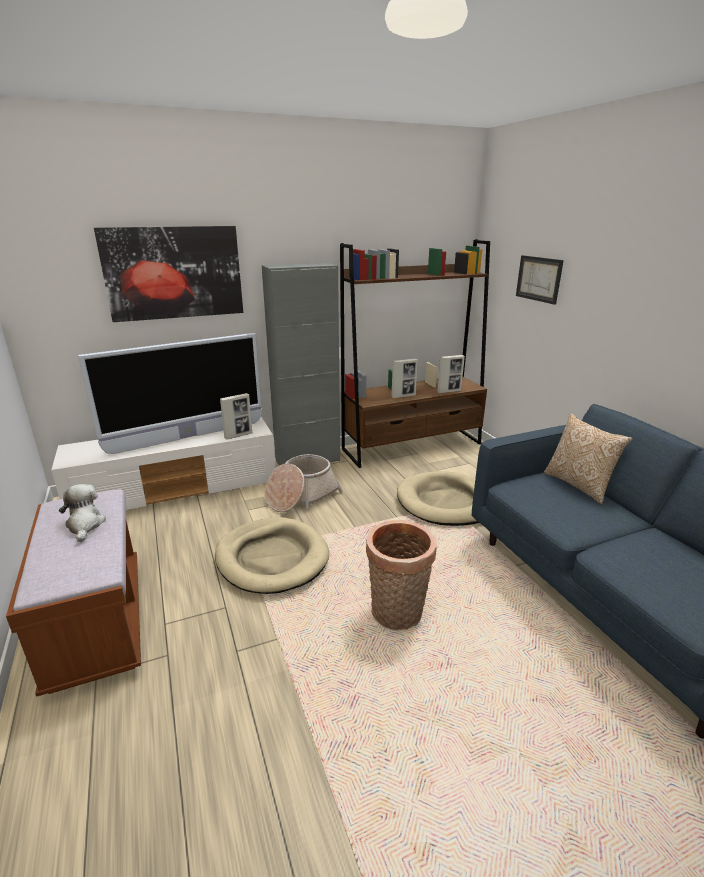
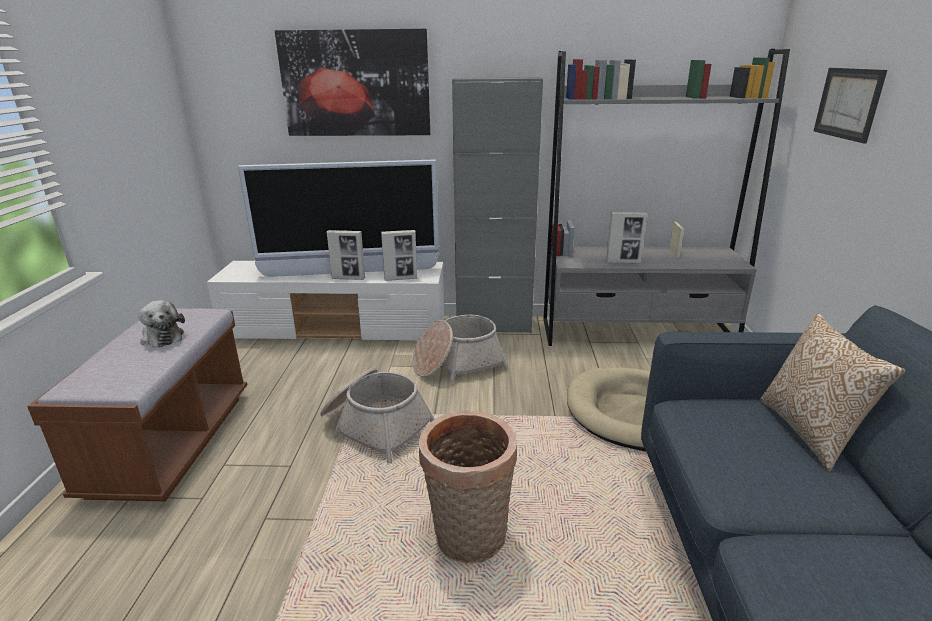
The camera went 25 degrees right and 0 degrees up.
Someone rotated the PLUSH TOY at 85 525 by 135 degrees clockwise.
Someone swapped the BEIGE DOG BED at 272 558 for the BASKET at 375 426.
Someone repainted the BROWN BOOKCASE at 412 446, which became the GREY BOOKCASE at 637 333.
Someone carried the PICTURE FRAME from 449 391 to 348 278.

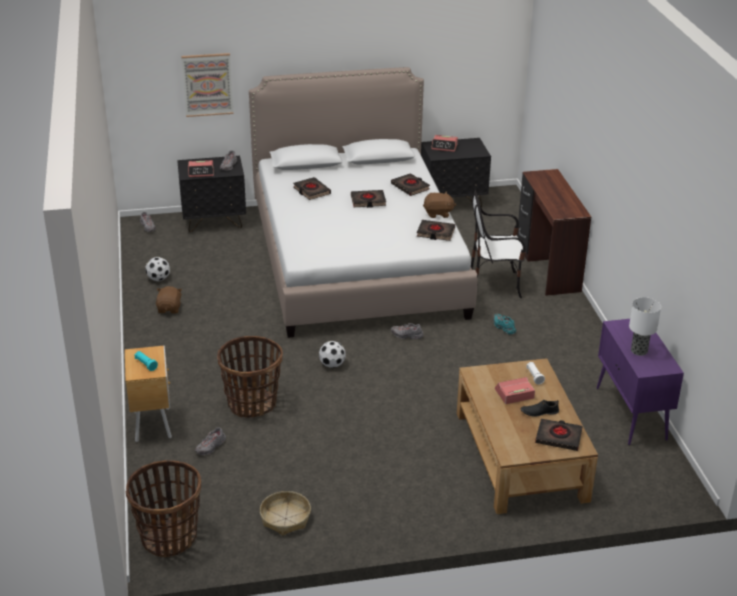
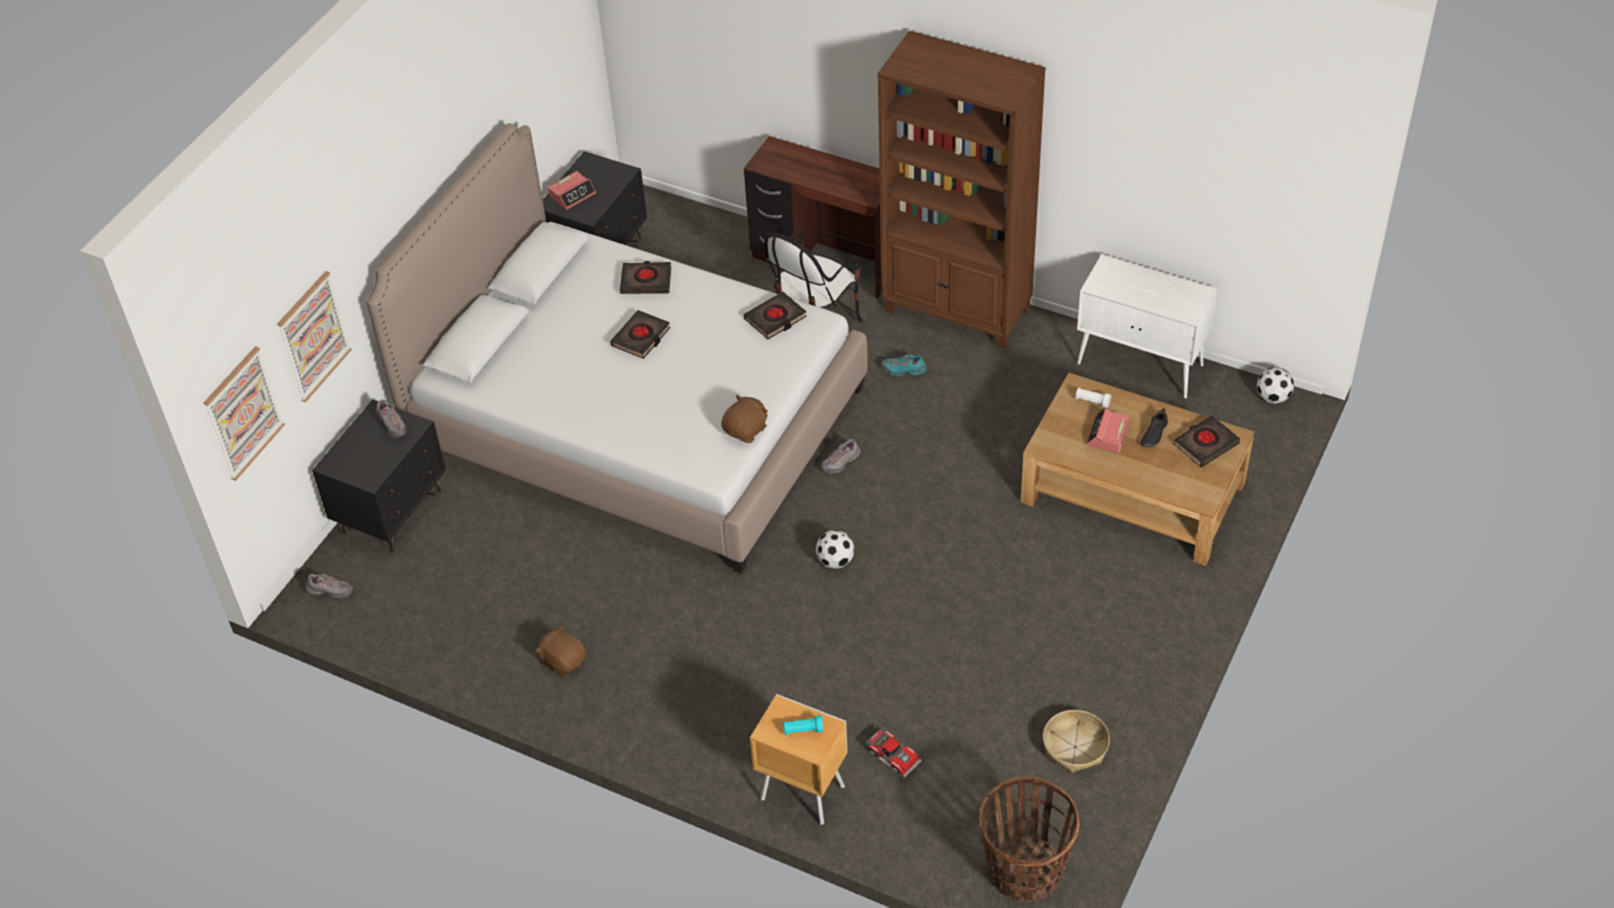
The camera went 50 degrees left and 15 degrees up.
Someone carried the FOOTBALL from 158 279 to 1272 397.
Someone took away the ALARM CLOCK at 201 172.
Someone swapped the GREY SHOE at 211 447 for the TOY CAR at 894 755.
Someone took away the BASKET at 252 404.
Someone took away the BLACK BOOK at 311 191.
Someone carried the BROWN PLUSH TOY from 438 213 to 746 430.
Someone repainted the PURPLE CABINET at 631 414, which became the WHITE CABINET at 1141 365.
Someone took away the TABLE LAMP at 638 351.
Someone put up the PICTURE at 243 413.
Someone put down the BROWN BOOKCASE at 957 310.

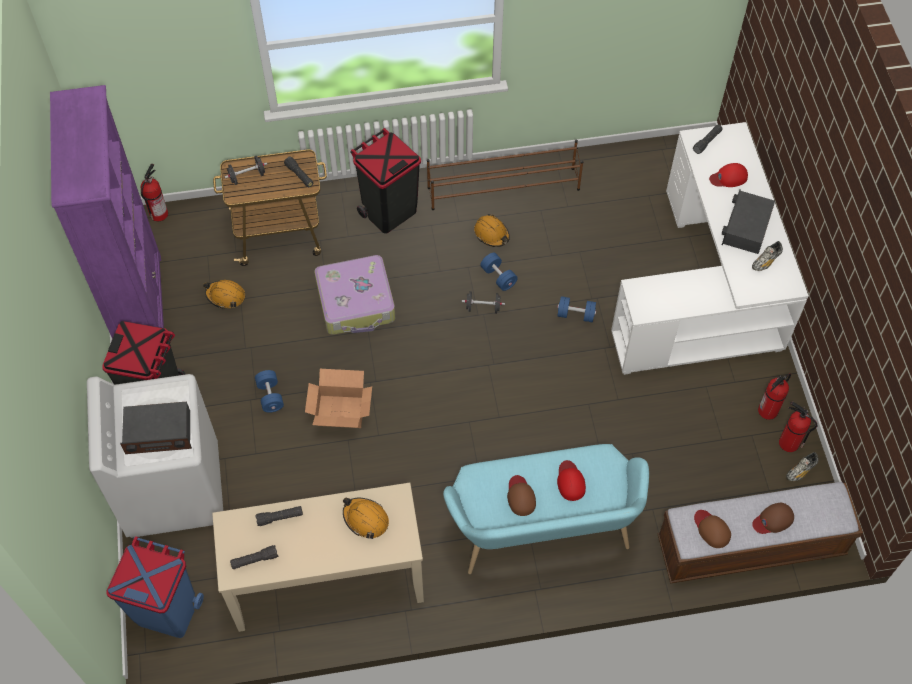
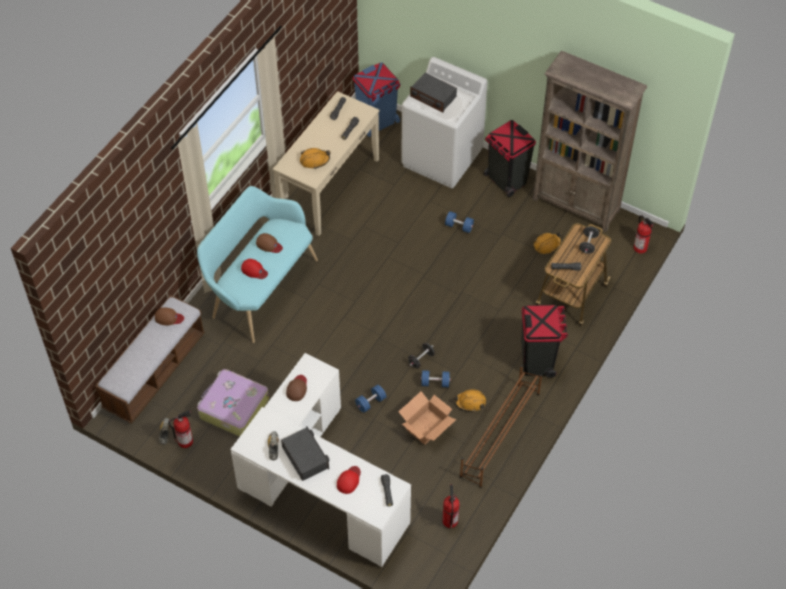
The camera went 130 degrees right and 5 degrees down.
Someone repainted the PURPLE BOOKCASE at 141 305, which became the BROWN BOOKCASE at 576 205.
Someone rotated the RADIO at 159 433 by 90 degrees counterclockwise.
Someone carried the CARDBOARD BOX from 341 412 to 426 426.
Someone carried the SUITCASE from 356 302 to 233 408.
Someone carried the BROWN CAP from 773 520 to 297 388.
Someone carried the FIRE EXTINGUISHER from 767 411 to 449 520.

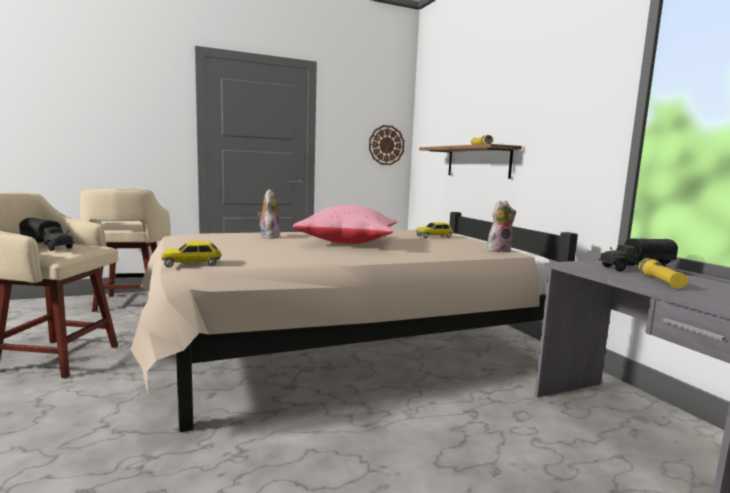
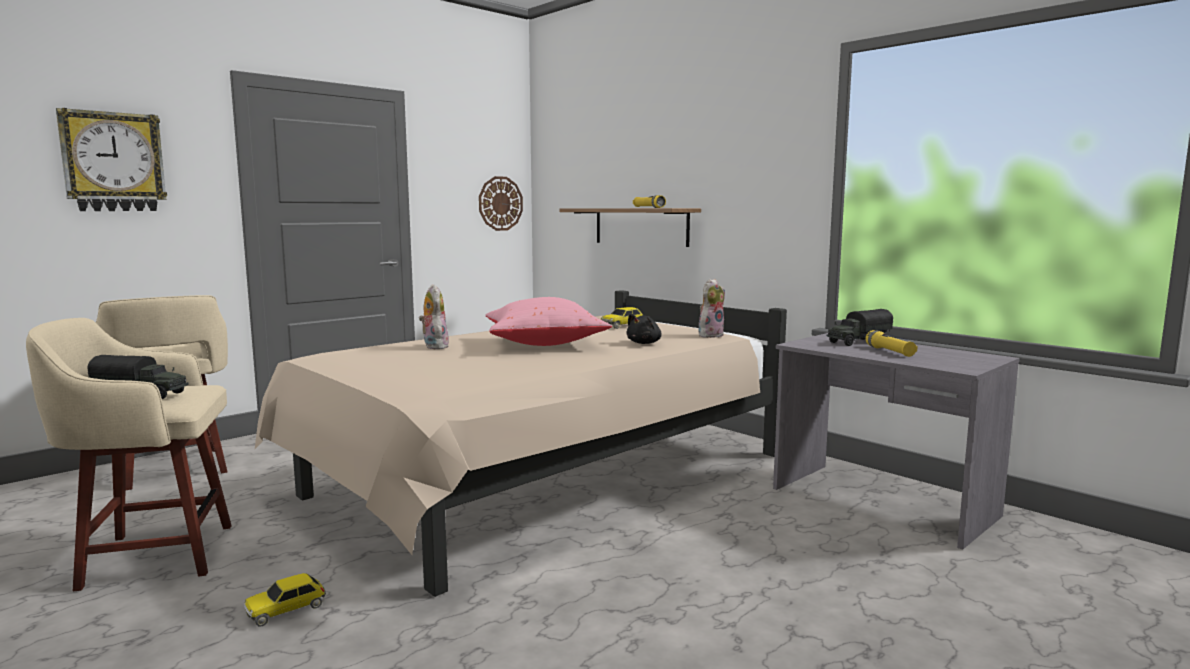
The camera went 20 degrees left and 0 degrees up.
Someone carried the TOY CAR from 192 264 to 286 609.
Someone put up the WALL CLOCK at 113 162.
Someone put down the BLACK PLUSH TOY at 645 343.

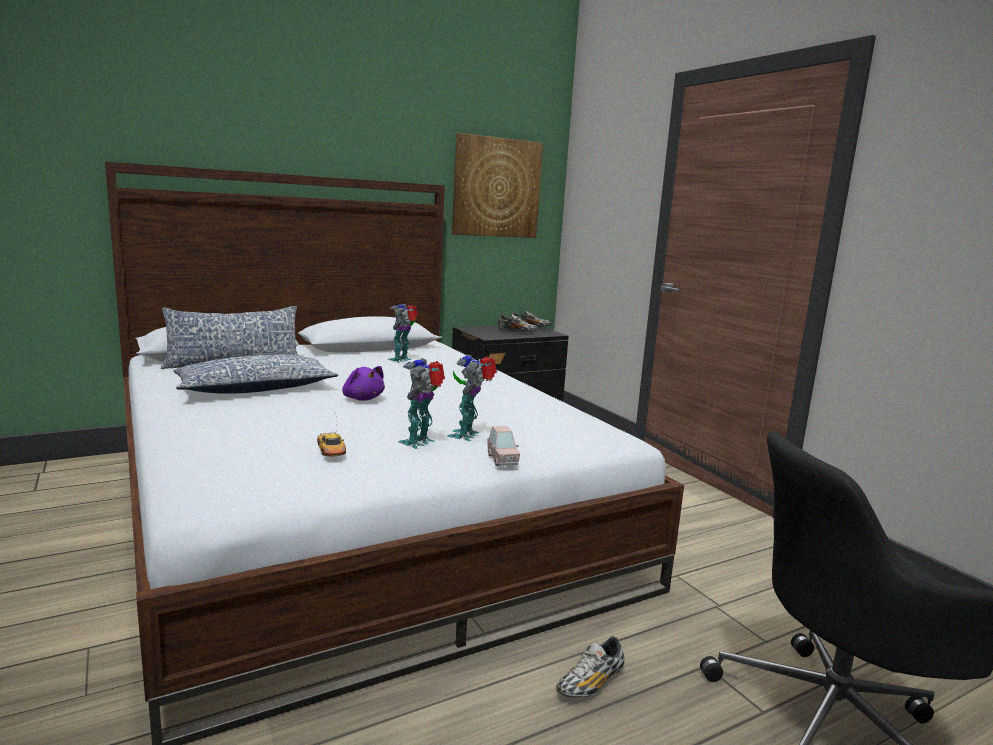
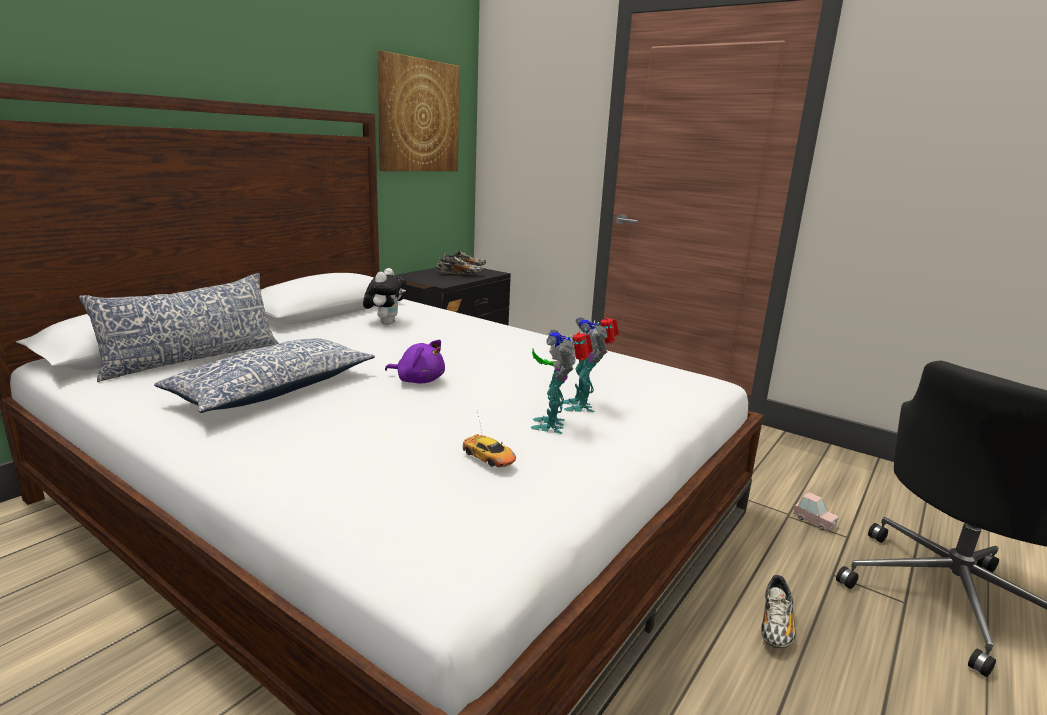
The camera went 25 degrees left and 5 degrees up.
Someone swapped the TOY ROBOT at 402 360 for the PLUSH TOY at 385 323.
Someone carried the PINK TOY CAR from 502 460 to 814 521.

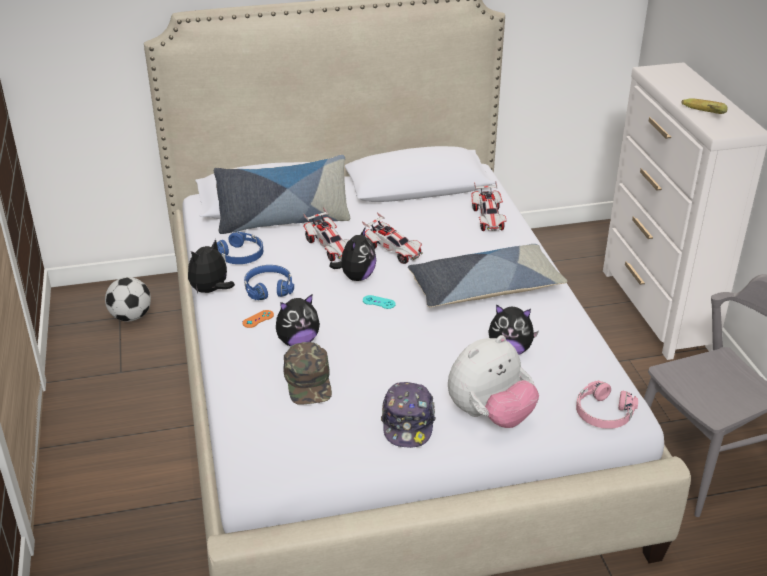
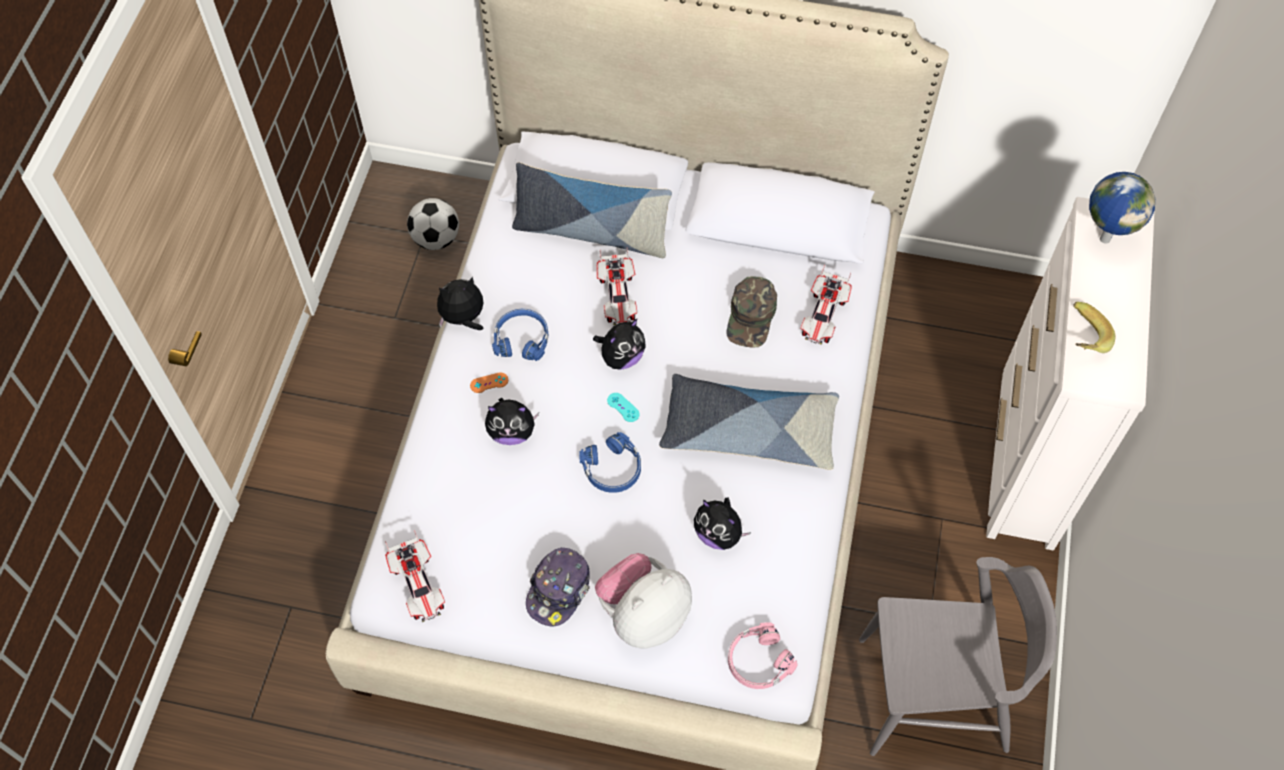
The camera went 25 degrees right and 25 degrees up.
Someone carried the BLUE HEADPHONES from 241 255 to 613 469.
Someone carried the GREEN CAP from 309 381 to 751 317.
Someone carried the TOY CAR from 393 251 to 419 585.
Someone rotated the PLUSH TOY at 490 415 by 150 degrees clockwise.
Someone put down the GLOBE at 1104 238.

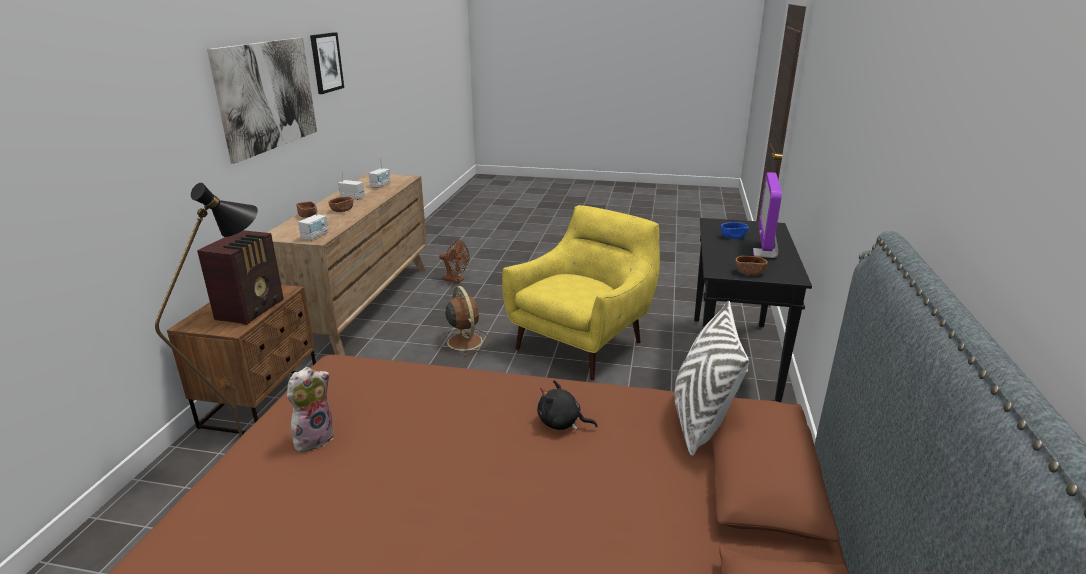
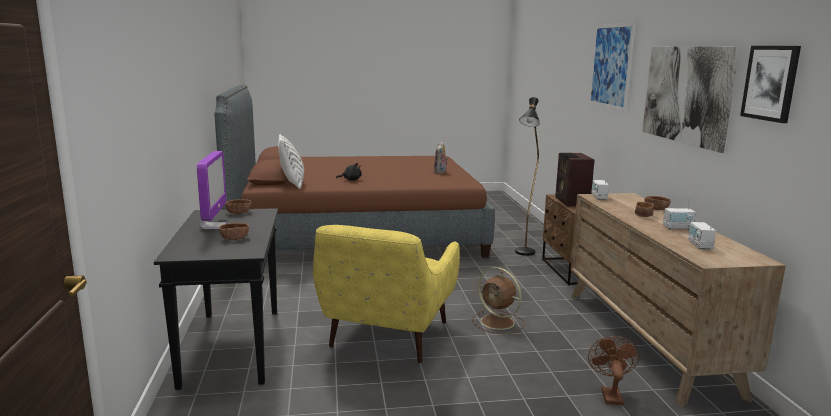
The camera went 160 degrees right and 10 degrees down.
Someone rotated the BROWN FAN at 456 280 by 90 degrees clockwise.
Someone repainted the BLUE BOWL at 733 237, which became the BROWN BOWL at 234 238.
Someone put up the PICTURE at 611 66.

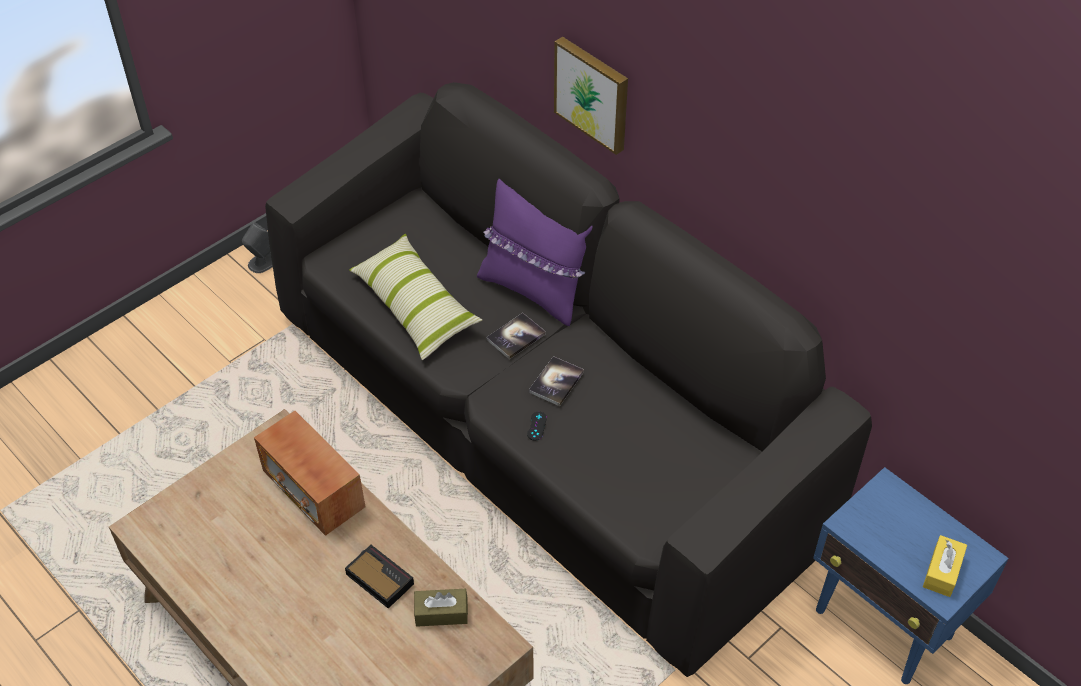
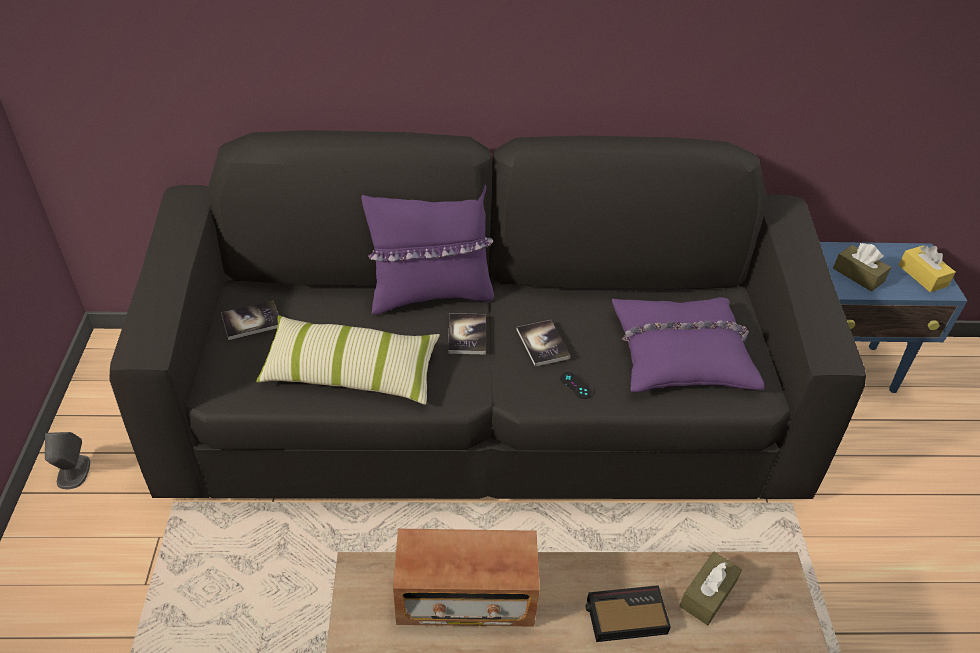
The camera went 50 degrees left and 5 degrees down.
Someone took away the PICTURE at 593 93.
Someone put down the BOOK at 251 321.
Someone put down the PURPLE PILLOW at 681 354.
Someone put down the BROWN TISSUE BOX at 858 275.

